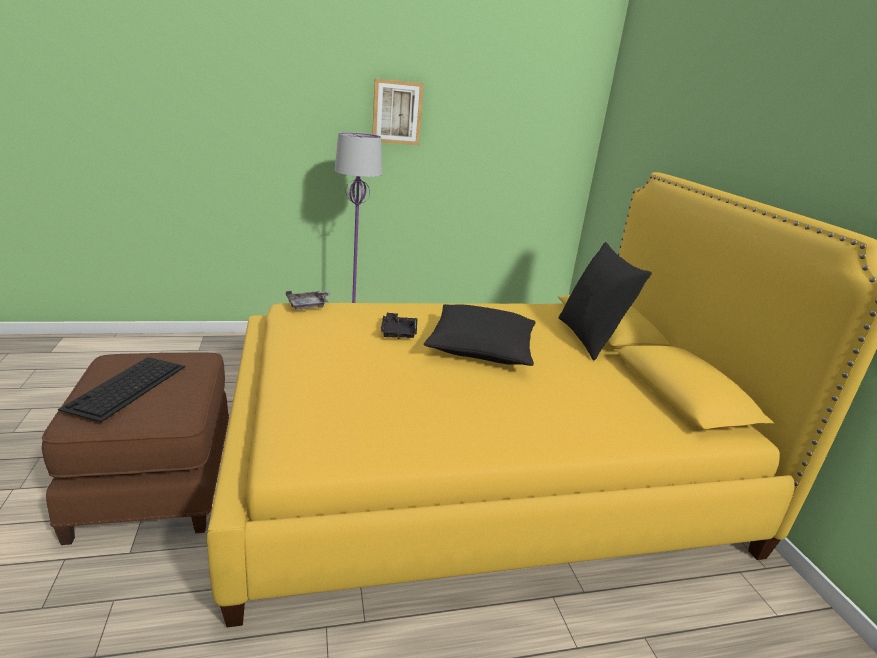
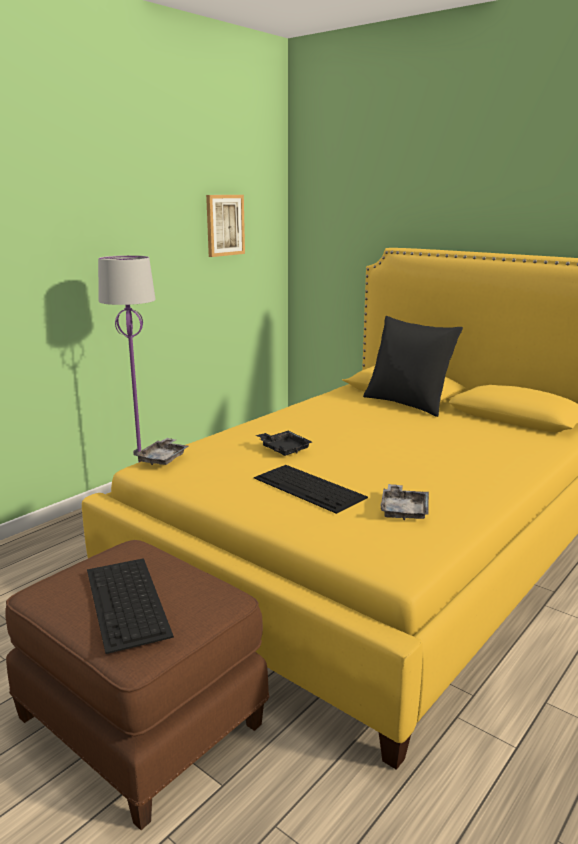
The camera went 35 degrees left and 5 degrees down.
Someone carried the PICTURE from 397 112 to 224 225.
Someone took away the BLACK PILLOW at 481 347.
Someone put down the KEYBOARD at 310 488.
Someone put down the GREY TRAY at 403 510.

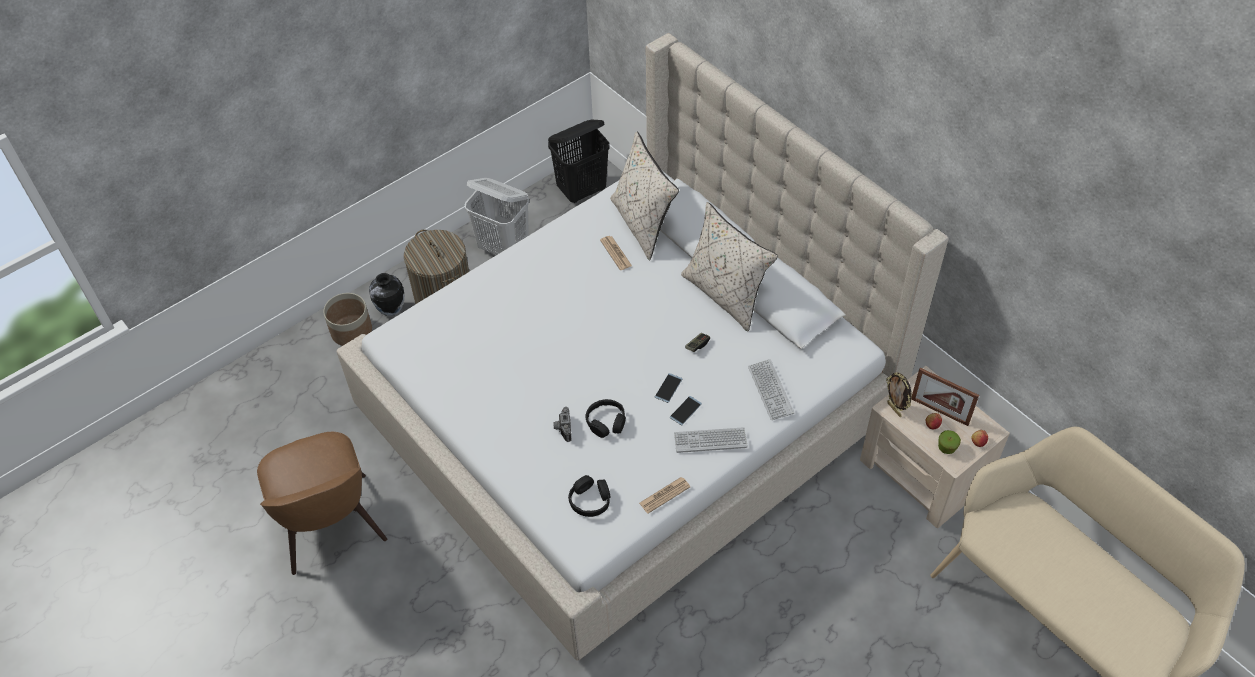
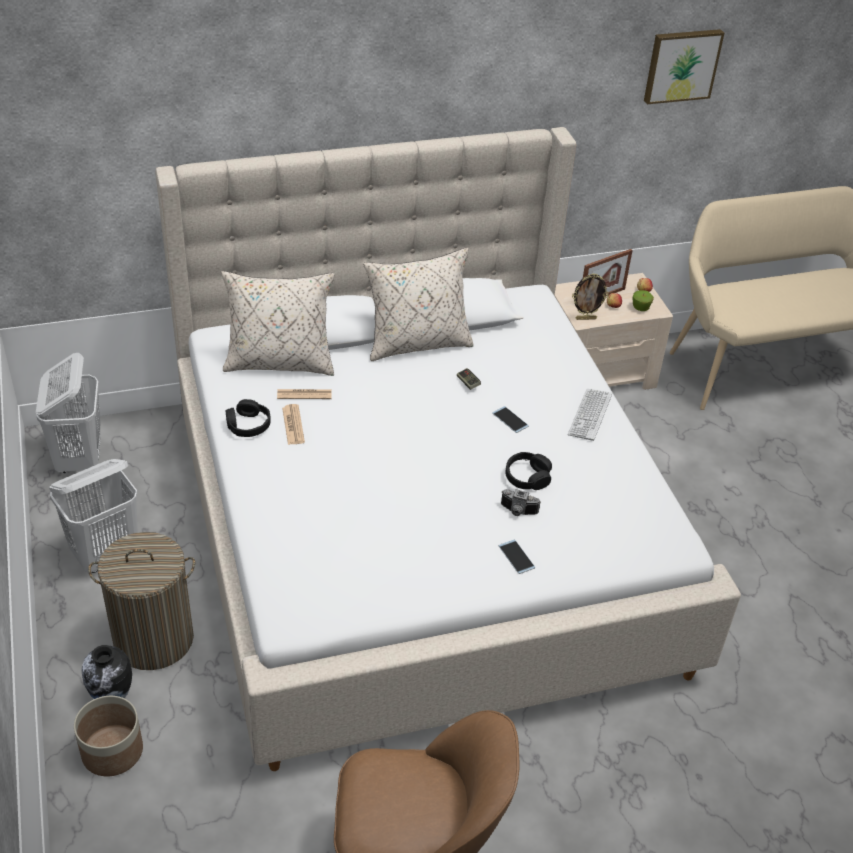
The camera went 70 degrees left and 10 degrees down.
Someone repainted the BLACK LAUNDRY BASKET at 582 191, which became the WHITE LAUNDRY BASKET at 79 459.
Someone carried the BLACK HEADPHONES from 590 500 to 248 425.
Someone carried the NEWSPAPER from 664 495 to 293 425.
Someone carried the PHONE from 685 410 to 516 557.
Someone took away the KEYBOARD at 770 390.
Someone put up the PICTURE at 681 65.

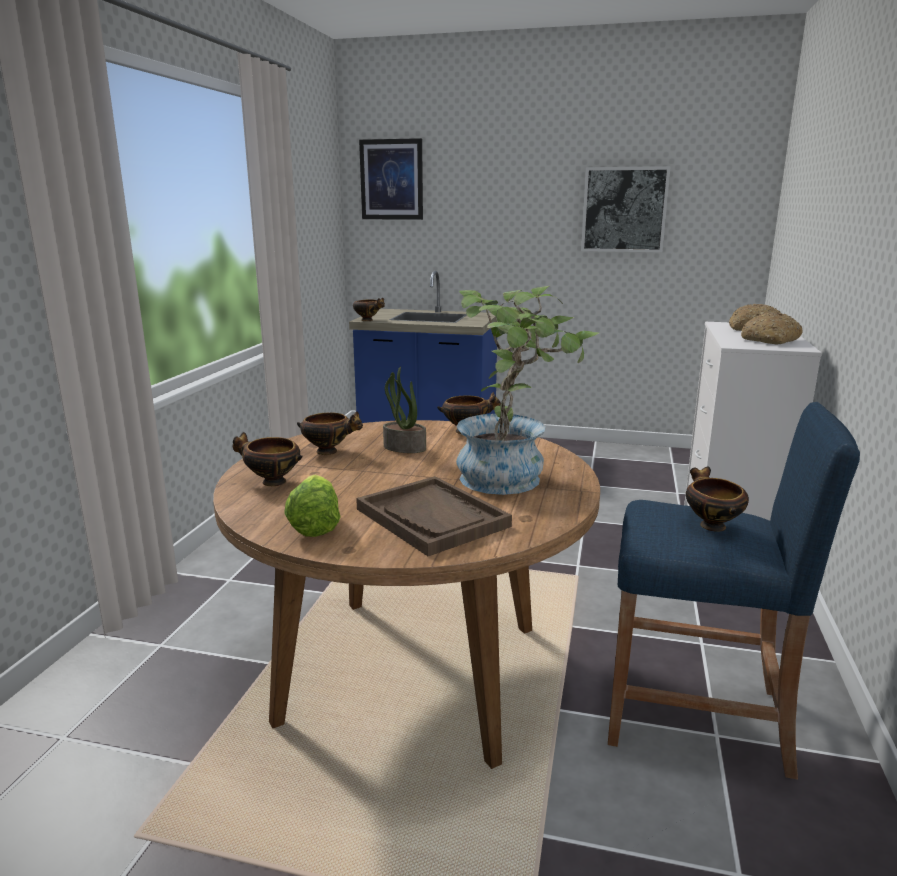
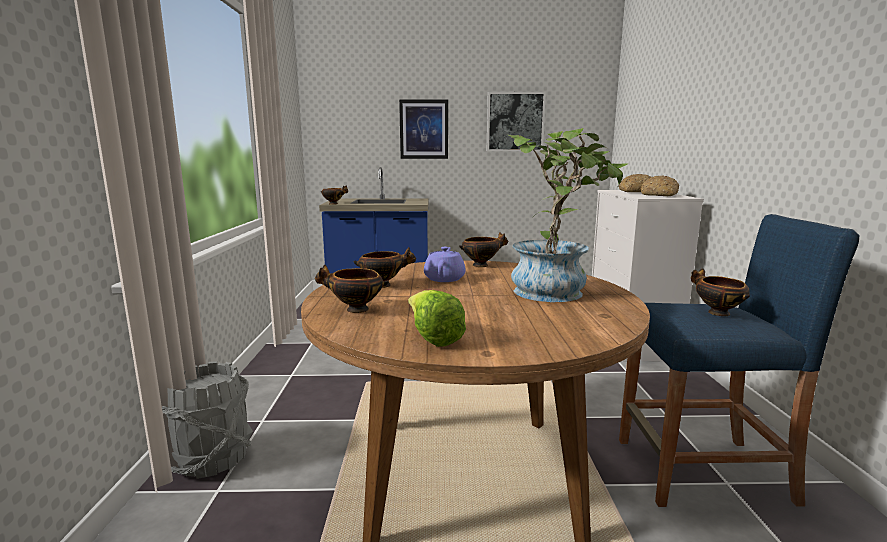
The camera went 15 degrees left and 5 degrees down.
Someone took away the BROWN TRAY at 432 518.
Someone carried the PICTURE from 391 180 to 424 129.
Someone swapped the POTTED PLANT at 403 448 for the PURPLE TEAPOT at 444 278.
Someone put down the GREY BUCKET at 212 458.

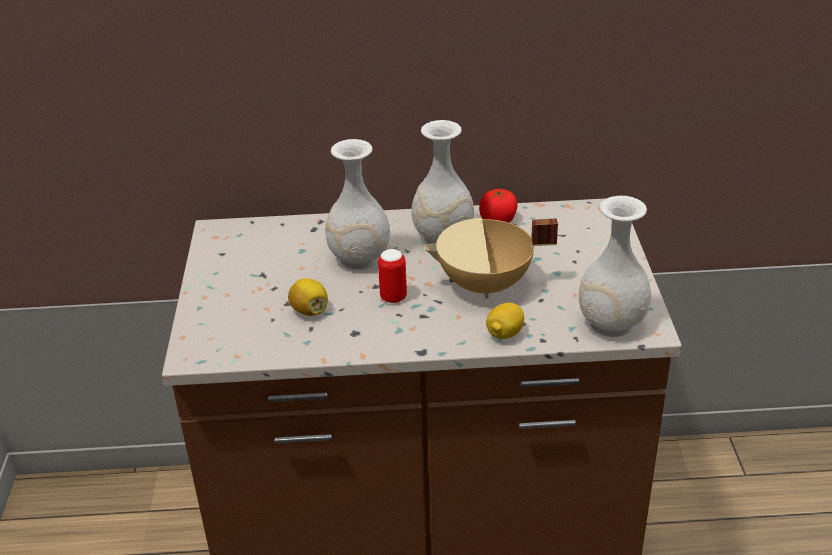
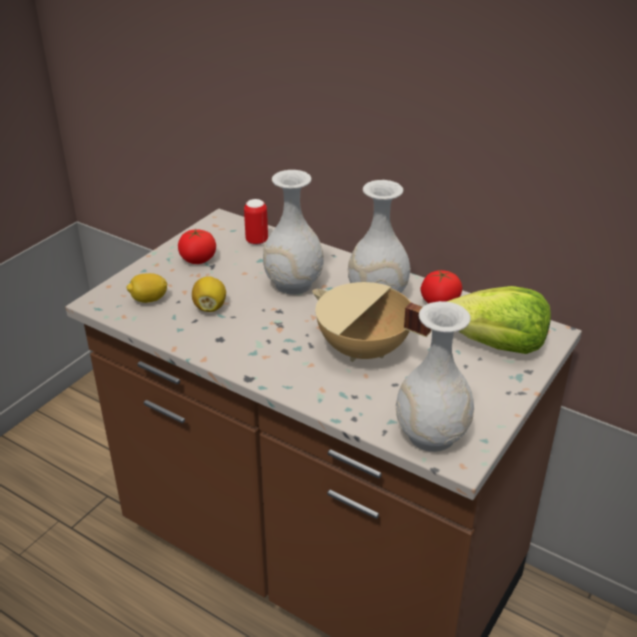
The camera went 35 degrees right and 0 degrees up.
Someone carried the CAN from 393 297 to 257 241.
Someone carried the LEMON from 505 334 to 149 300.
Someone put down the TOMATO at 198 259.
Someone put down the LETTUCE at 497 345.

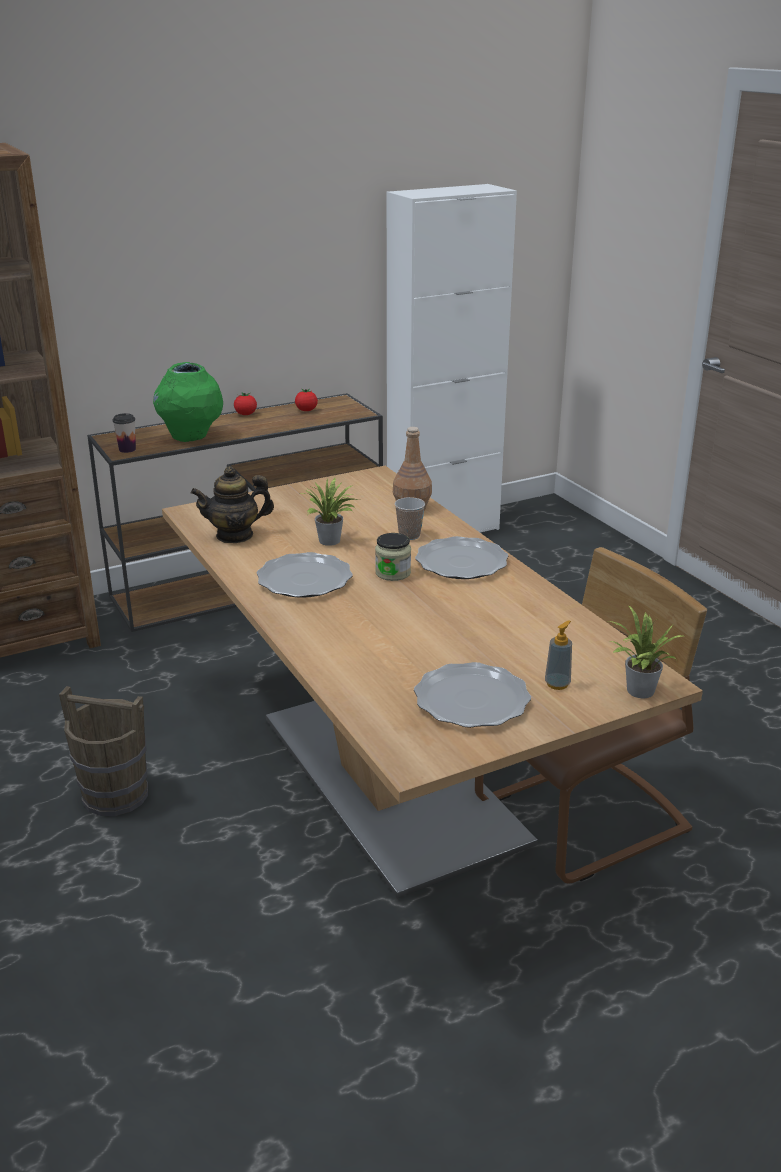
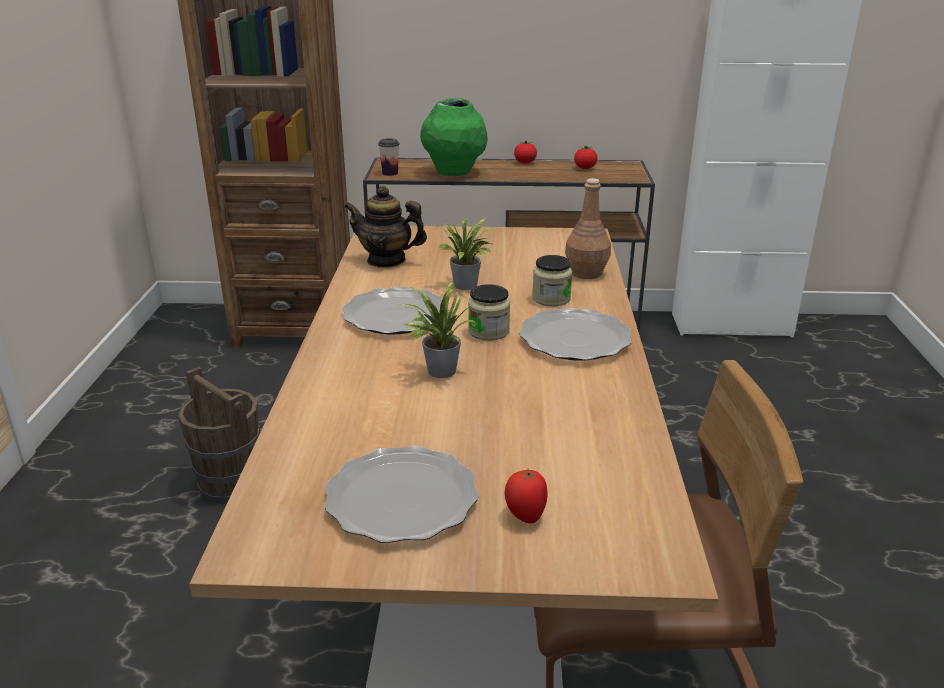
The camera went 30 degrees right and 0 degrees up.
Someone swapped the CUP at 409 535 for the JAR at 551 299.
Someone swapped the SOAP DISPENSER at 557 684 for the TOMATO at 525 515.
Someone carried the POTTED PLANT from 637 691 to 437 370.

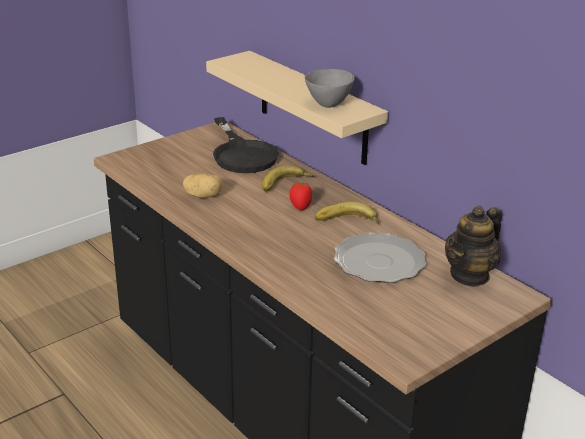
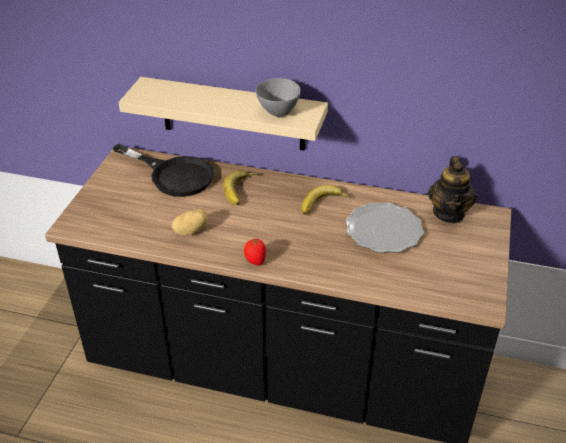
The camera went 35 degrees left and 10 degrees up.
Someone carried the TOMATO from 300 207 to 255 261.

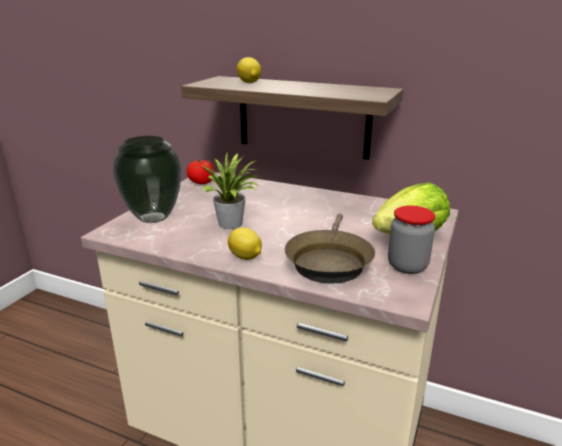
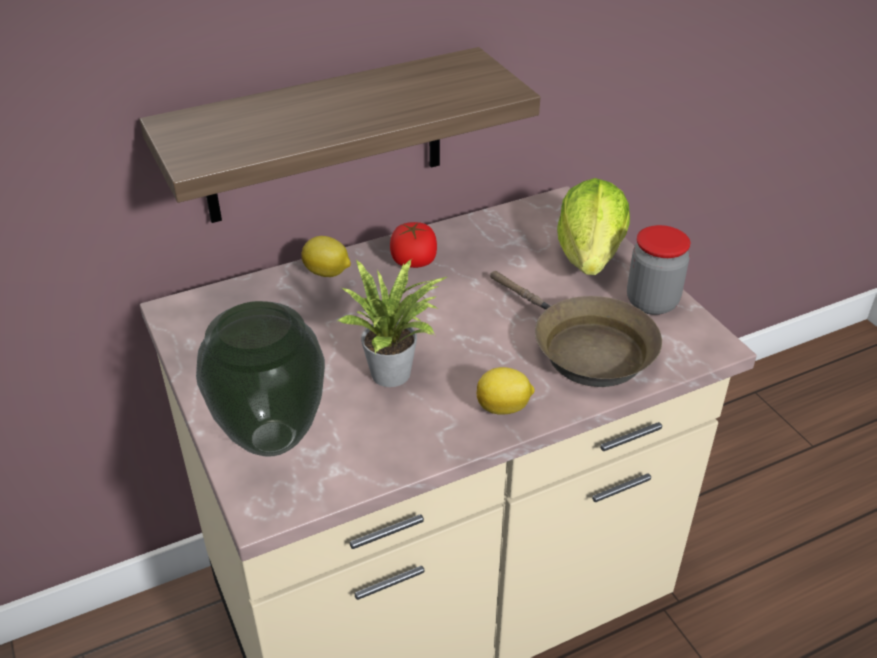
The camera went 50 degrees left and 15 degrees up.
Someone carried the TOMATO from 201 182 to 413 261.
Someone carried the LEMON from 249 83 to 327 273.

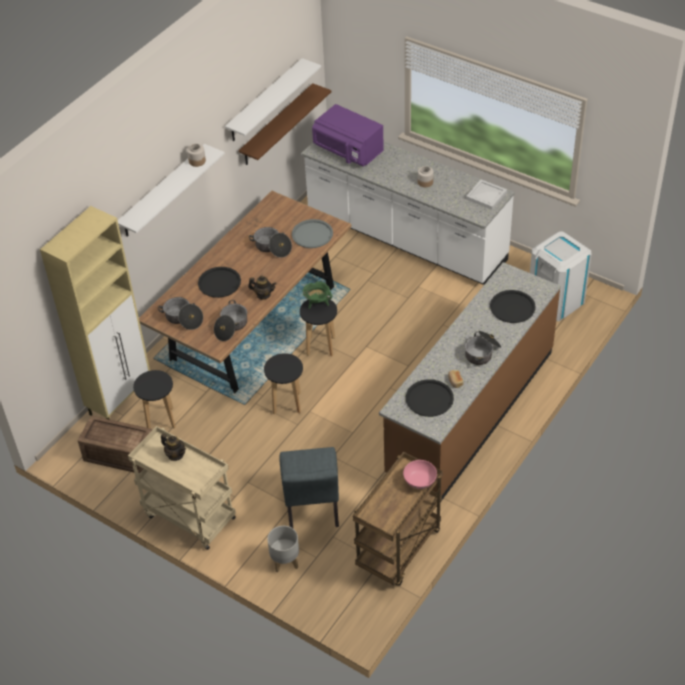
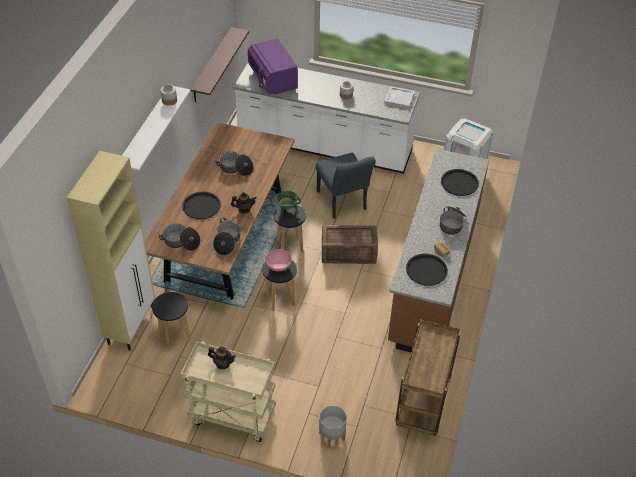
The camera went 20 degrees left and 0 degrees up.
Someone carried the CRATE from 119 454 to 347 253.
Someone took away the WHITE SHELF at 265 101.
Someone carried the GREY CHAIR from 312 510 to 343 203.
Someone took away the GREY TRAY at 312 234.
Someone rotated the PURPLE MICROWAVE at 348 151 by 45 degrees clockwise.
Someone carried the PINK BOWL from 420 481 to 278 266.

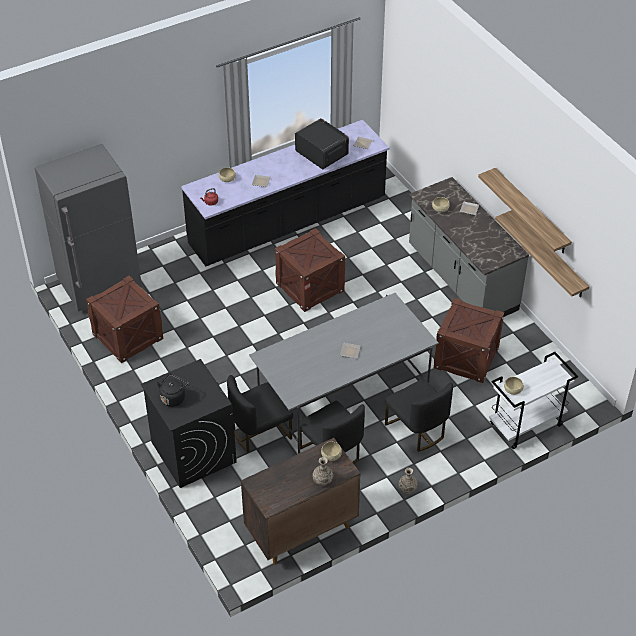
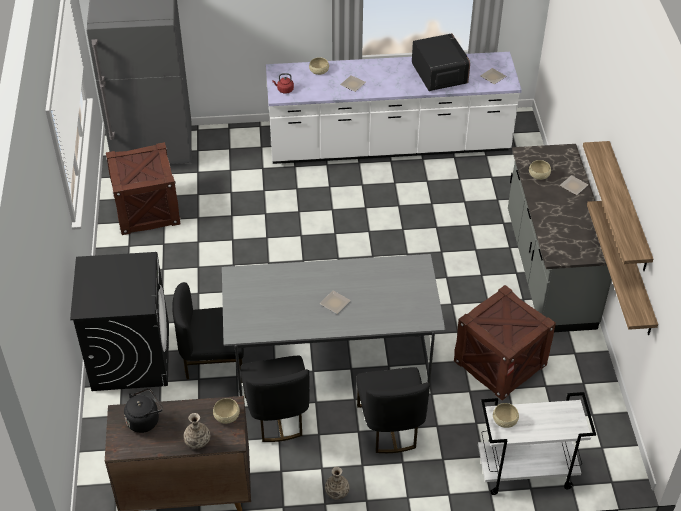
The camera went 25 degrees right and 0 degrees up.
Someone carried the BLACK KETTLE from 173 397 to 145 420.
Someone repainted the BLACK COUNTER at 288 222, which became the WHITE COUNTER at 389 145.
Someone took away the CRATE at 309 287.

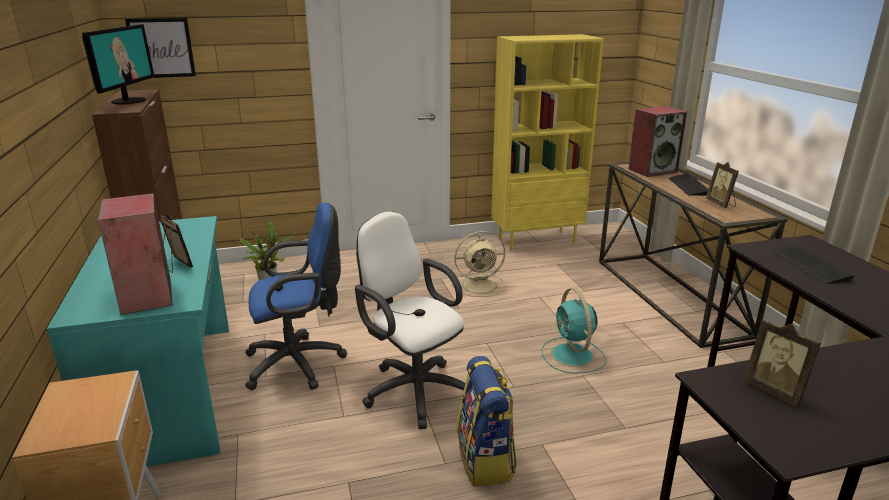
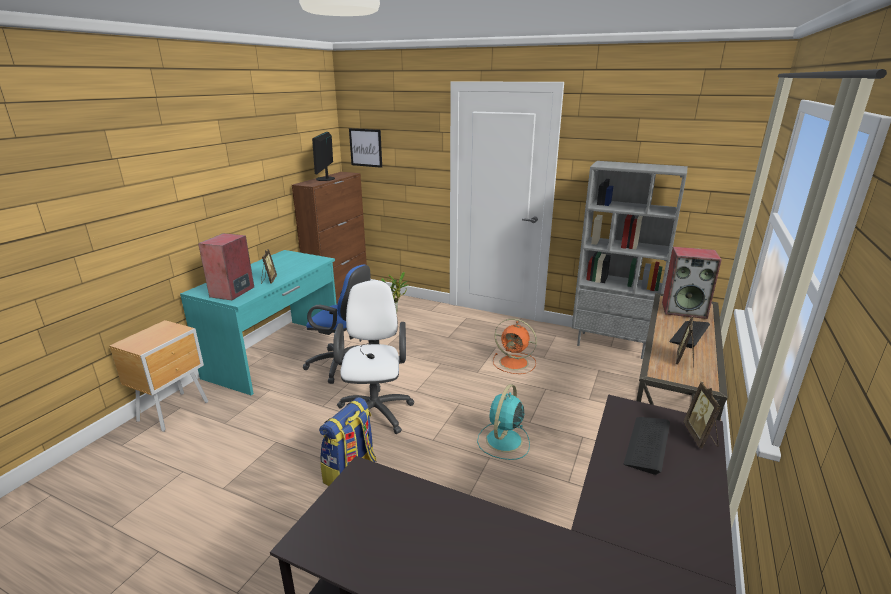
The camera went 40 degrees right and 0 degrees up.
Someone rotated the MONITOR at 128 101 by 135 degrees clockwise.
Someone repainted the BEIGE FAN at 480 285, which became the ORANGE FAN at 515 363.
Someone repainted the YELLOW BOOKCASE at 537 239, which became the GREY BOOKCASE at 612 345.
Someone carried the PICTURE FRAME from 775 391 to 700 437.

